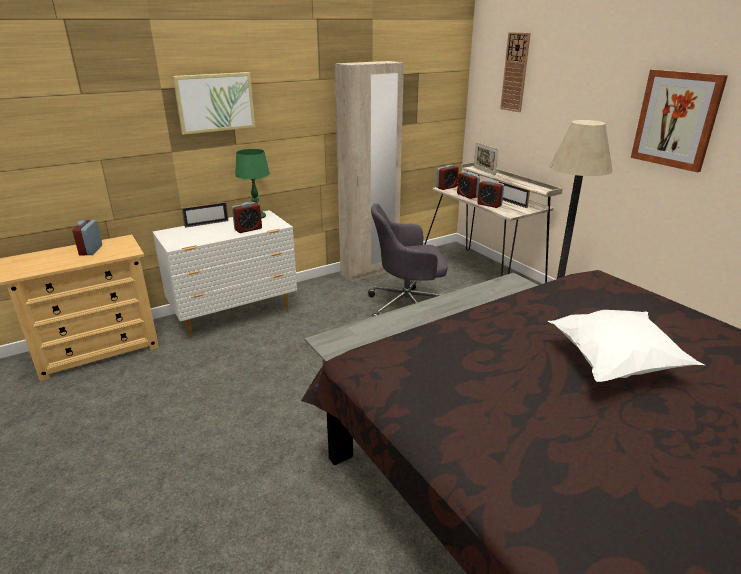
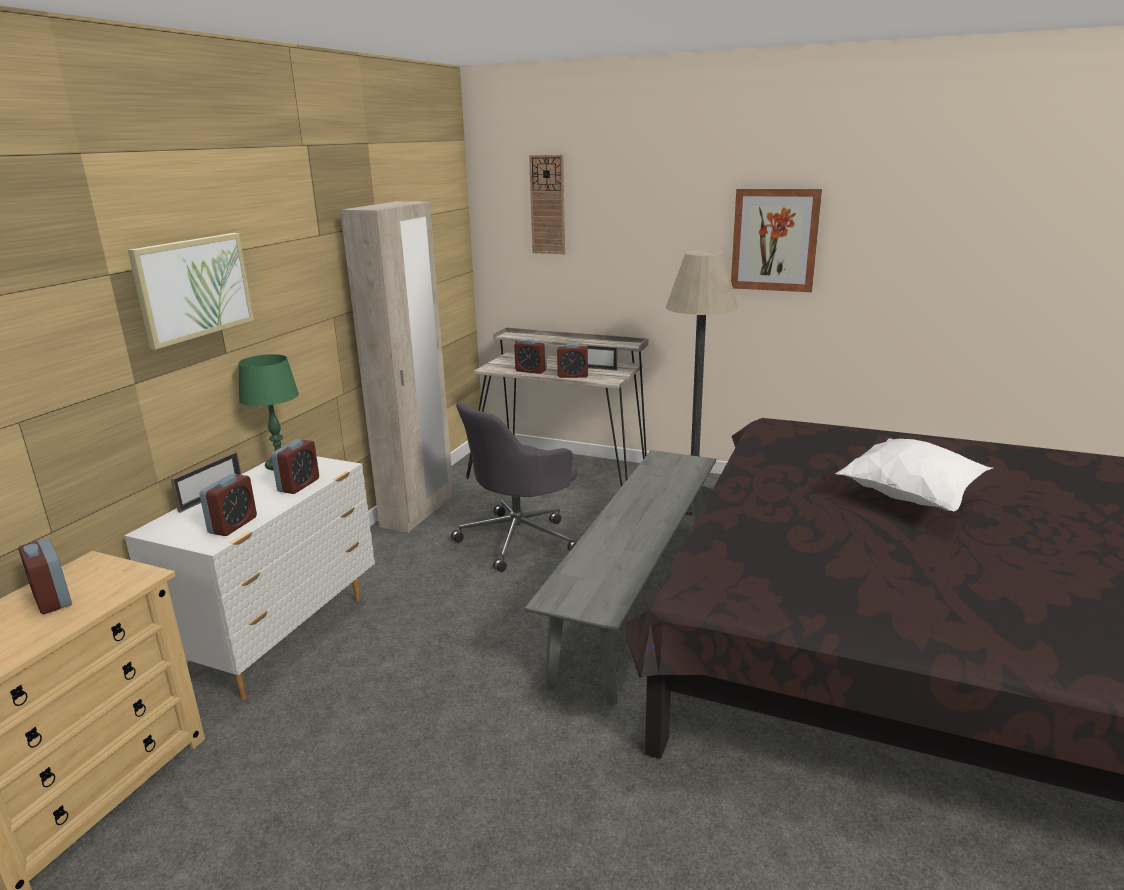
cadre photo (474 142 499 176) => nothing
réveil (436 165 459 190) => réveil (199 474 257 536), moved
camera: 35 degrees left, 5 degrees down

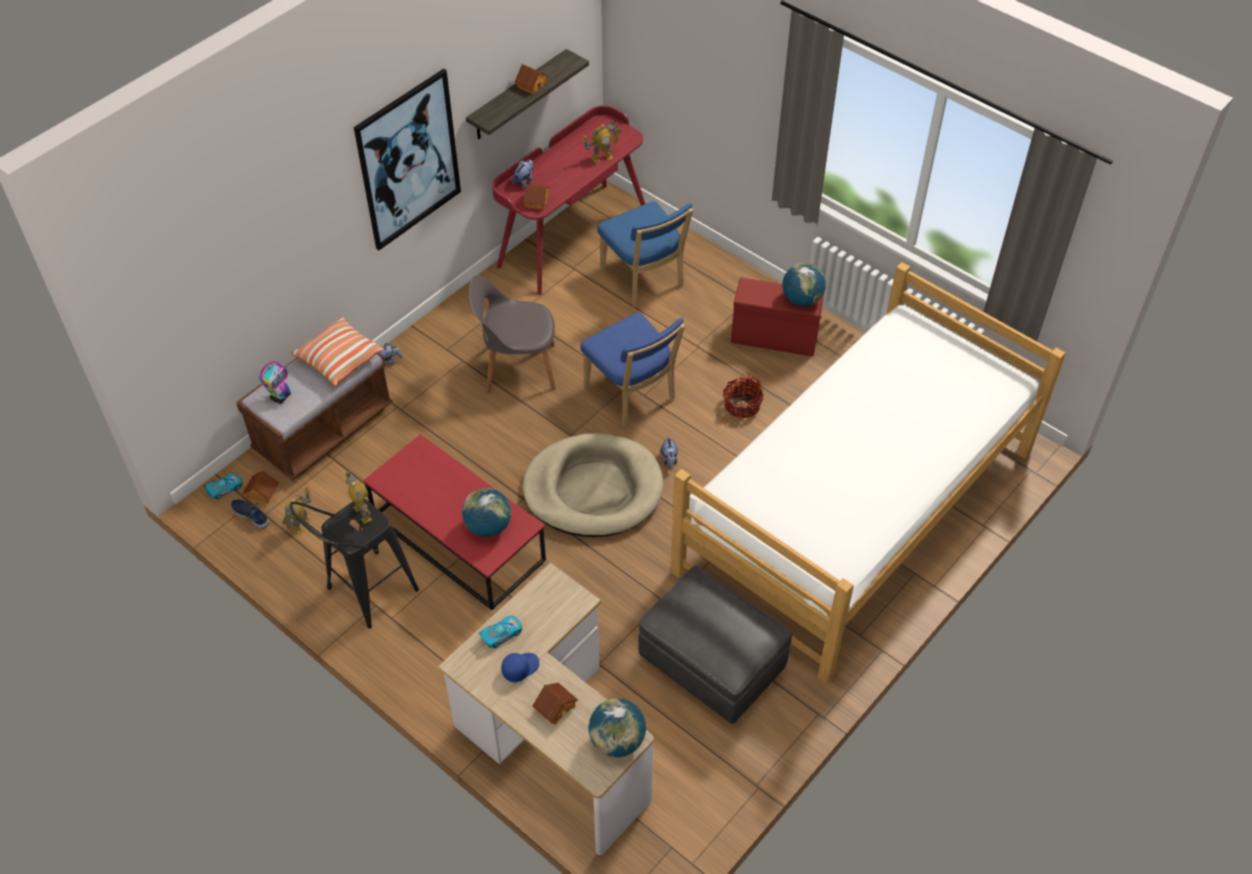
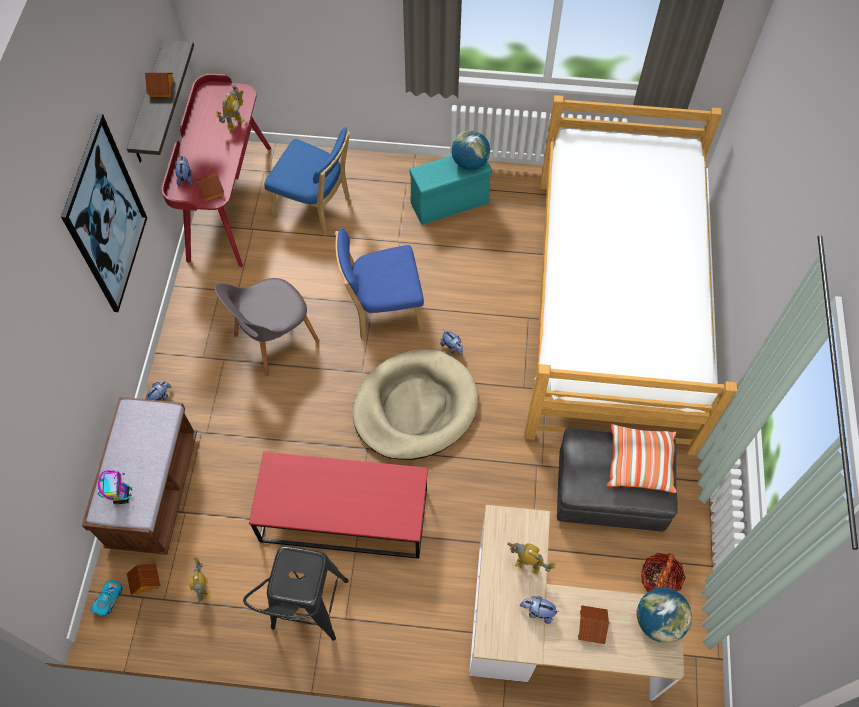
boîte de rangement/rouge (731 277 824 356) => boîte de rangement/turquoise (410 156 492 225)
chaise/bleu (580 312 685 427) => chaise/bleu (335 227 424 340), 150 degrees clockwise
coussin (291 317 384 386) => coussin (607 424 677 493), moved
panier (723 375 764 419) => panier (641 553 686 592), moved
robot jouet (346 471 372 524) => robot jouet (507 542 556 575), moved
globe (462 488 511 537) => nothing
chaussure/bleu (231 499 269 529) => nothing
petite voiture (478 616 522 648) => nothing
casquette/bleu (501 653 539 682) => peluche (520 596 559 624)
camera: 35 degrees left, 10 degrees up

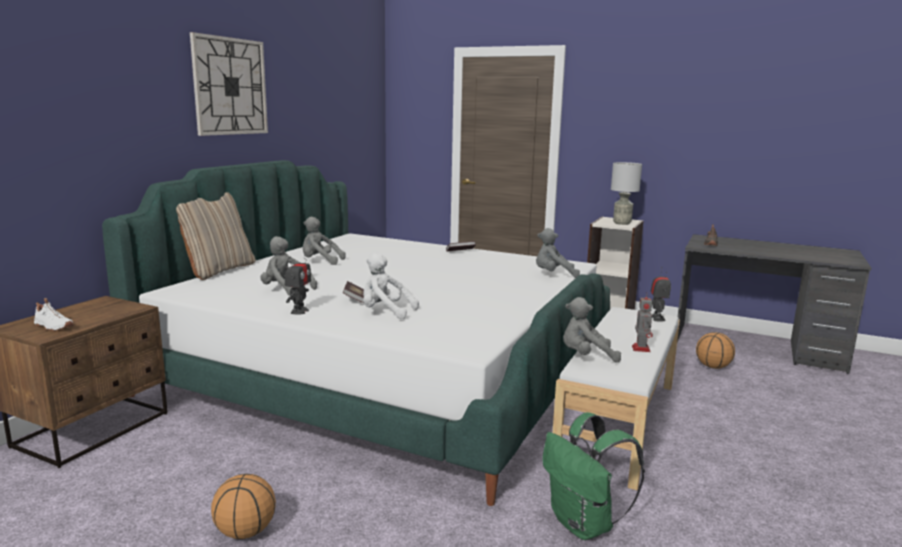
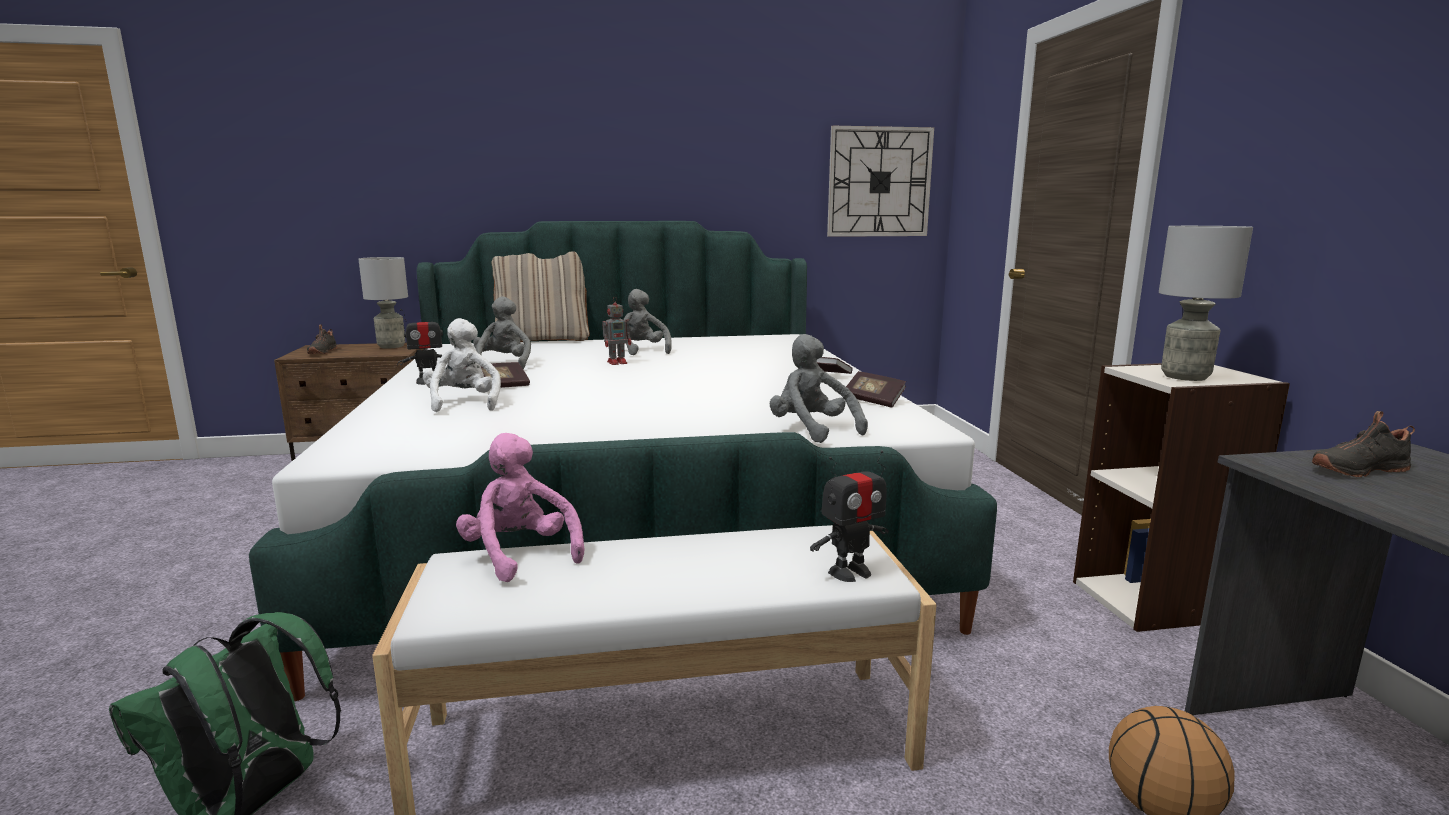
horloge murale (190 32 268 136) => horloge murale (827 126 934 237), moved
robot jouet (632 293 653 352) => robot jouet (602 297 631 365), moved
peluche/gris (563 297 621 363) => peluche/rose (456 433 584 582)
chaussure/blanc (34 298 74 331) => chaussure/noir (307 325 338 354)
ballon de basket (211 474 276 539) => nothing
nothing => lampe de table/gris (359 257 408 349)
nothing => livre (846 371 906 408)
camera: 55 degrees right, 0 degrees up

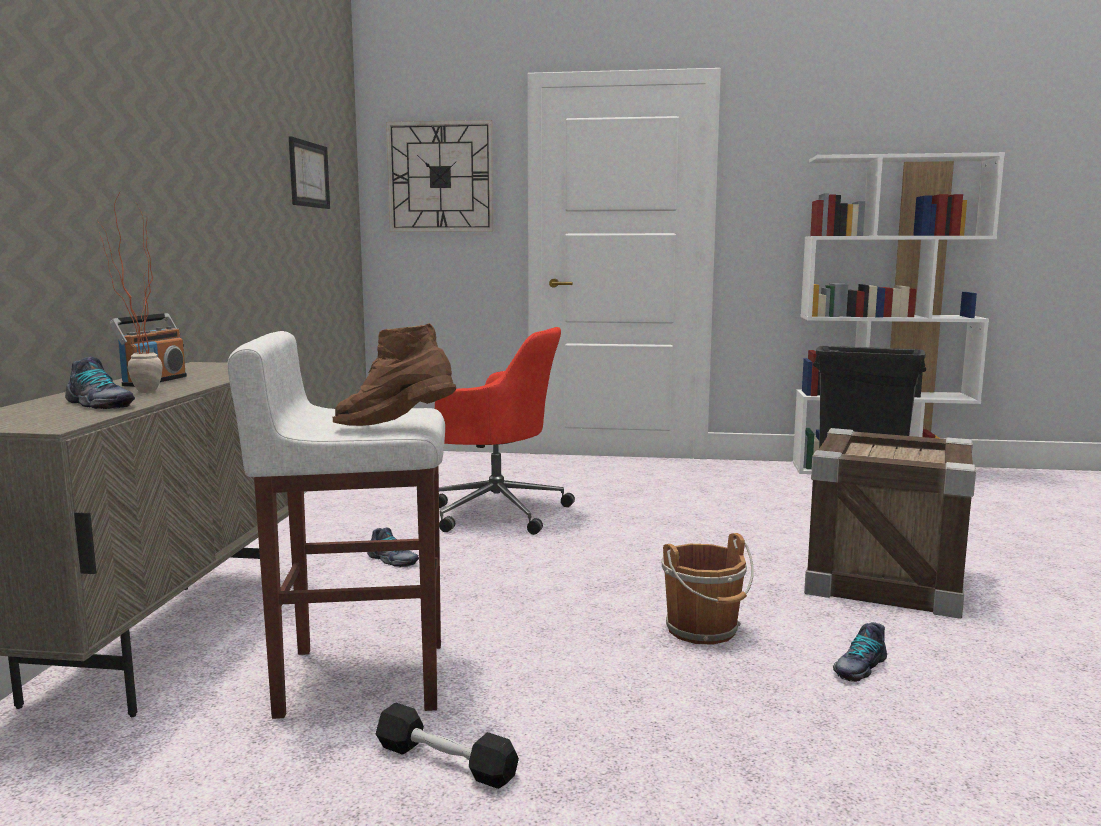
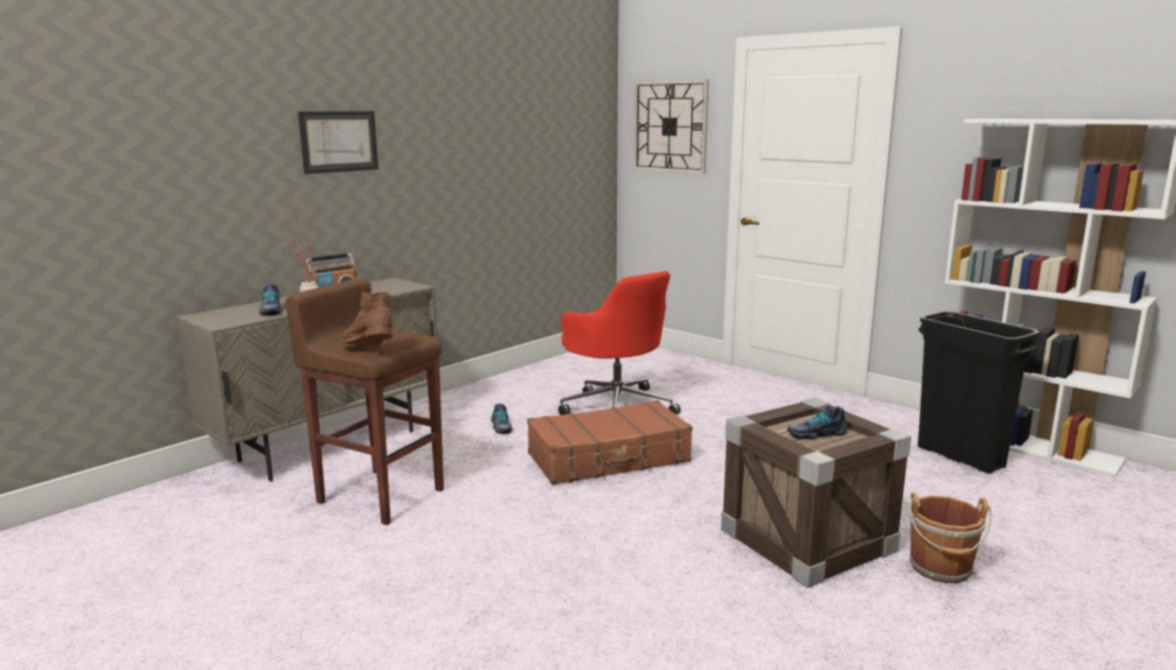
tableau (289 136 330 209) => tableau (298 111 378 174), moved
tabouret/blanc (228 331 445 719) => tabouret/marron (285 278 444 525)
seau/marron (661 533 754 645) => seau/marron (908 493 992 584), moved
chaussure (833 622 887 682) => chaussure (787 405 848 439), moved
haltère/noir (376 703 519 789) => nothing
nothing => valise/marron (527 400 692 485)
camera: 35 degrees right, 5 degrees up

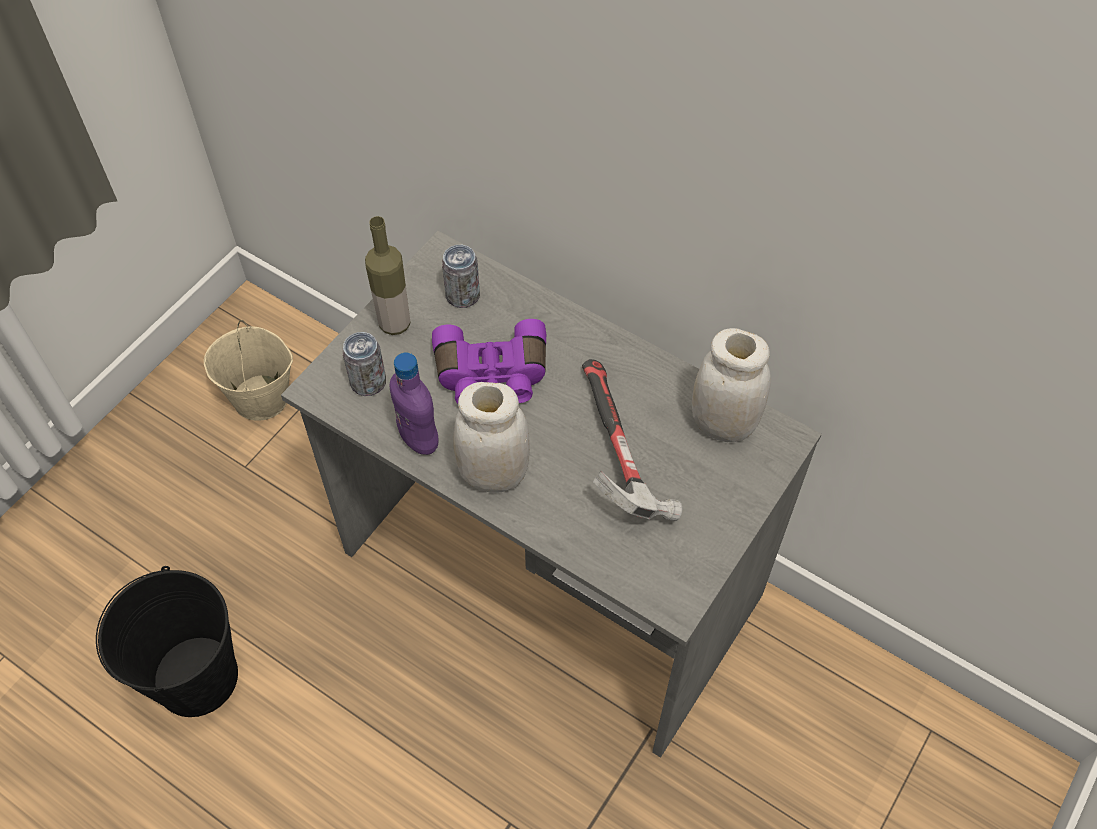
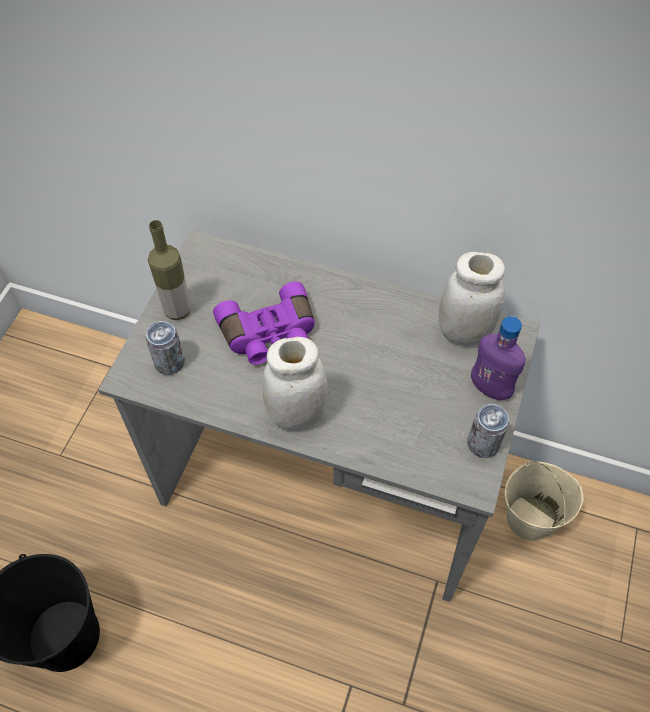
boîte métallique (442 245 480 308) => boîte métallique (467 404 509 458), moved
seau/beige (204 320 293 421) => seau/beige (504 461 584 541), moved
bouteille/violet (390 352 438 455) => bouteille/violet (471 316 526 400), moved
marteau (582 359 682 521) => nothing
camera: 15 degrees left, 0 degrees up

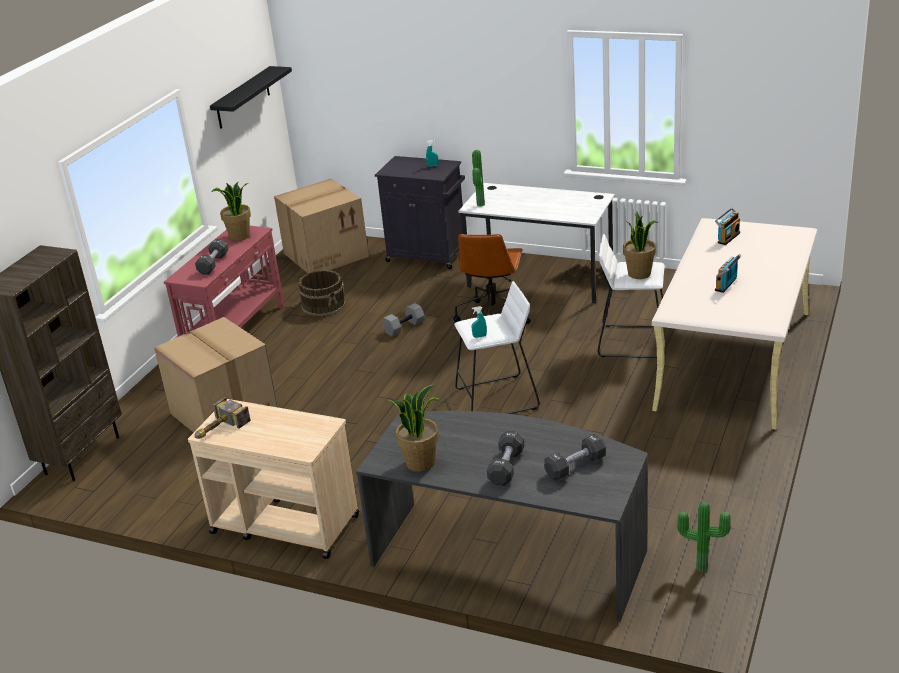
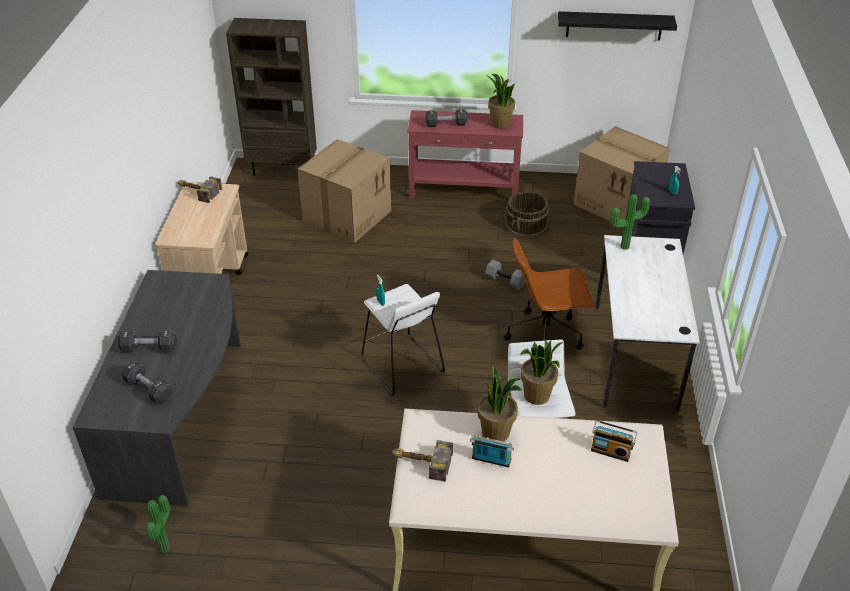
plante en pot (387 384 440 472) => plante en pot (477 365 522 442), moved
nothing => marteau (392 440 453 482)
camera: 70 degrees right, 10 degrees up

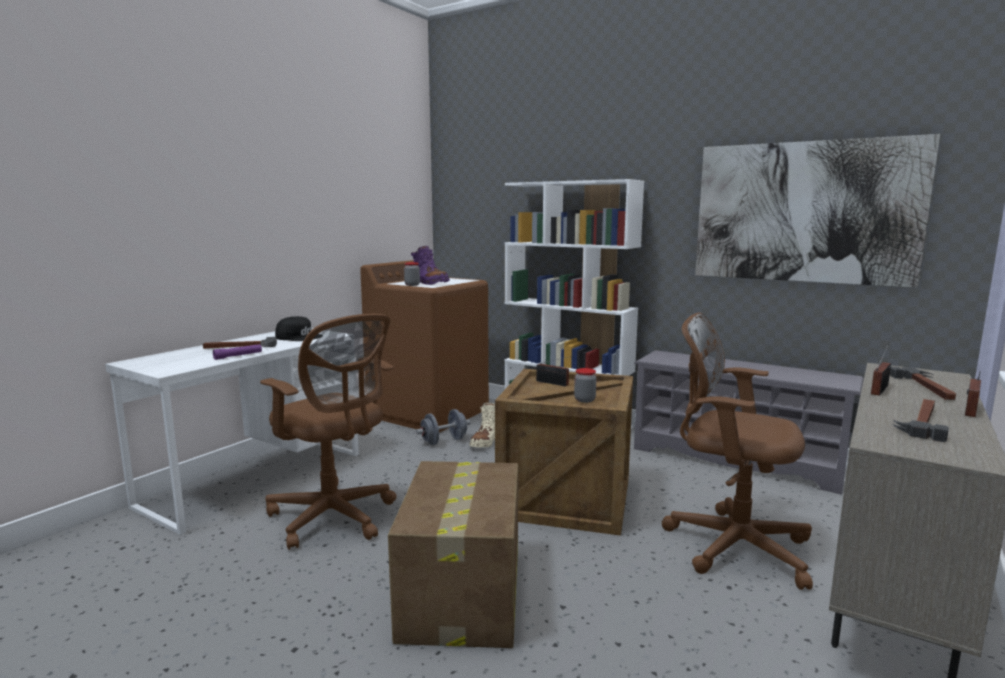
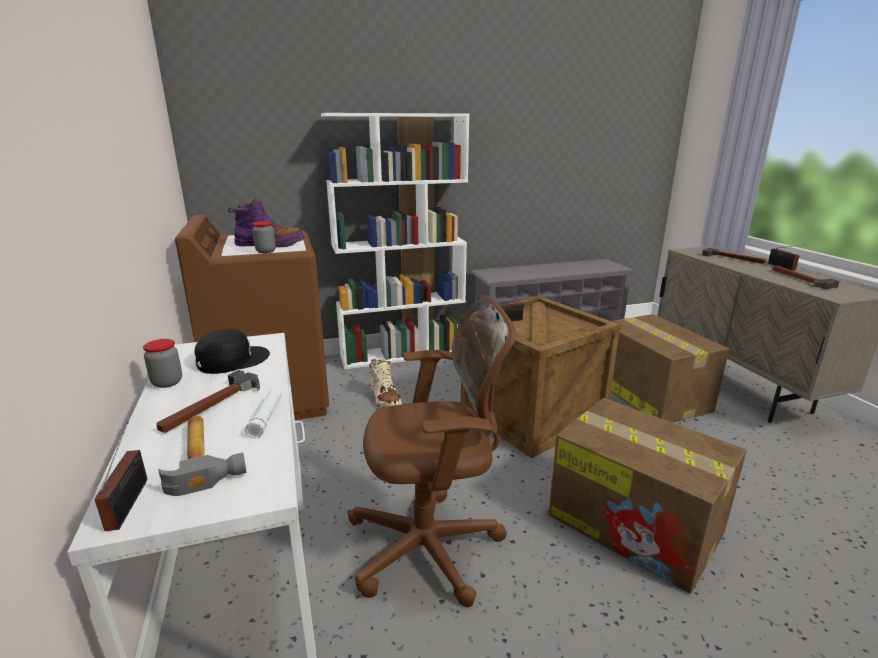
tableau (695 134 940 288) => nothing
chaise de bureau/marron (662 312 813 590) => carton (611 314 729 423)
lampe de poche/violet (213 344 262 360) => lampe de poche/blanc (246 388 282 438)
radio (871 344 891 396) => radio (95 421 147 531), moved
bocal (574 368 597 403) => bocal (143 339 182 388), moved
haltère/gris (416 409 470 445) => nothing
nothing => marteau (158 416 247 496)
camera: 50 degrees left, 10 degrees up

